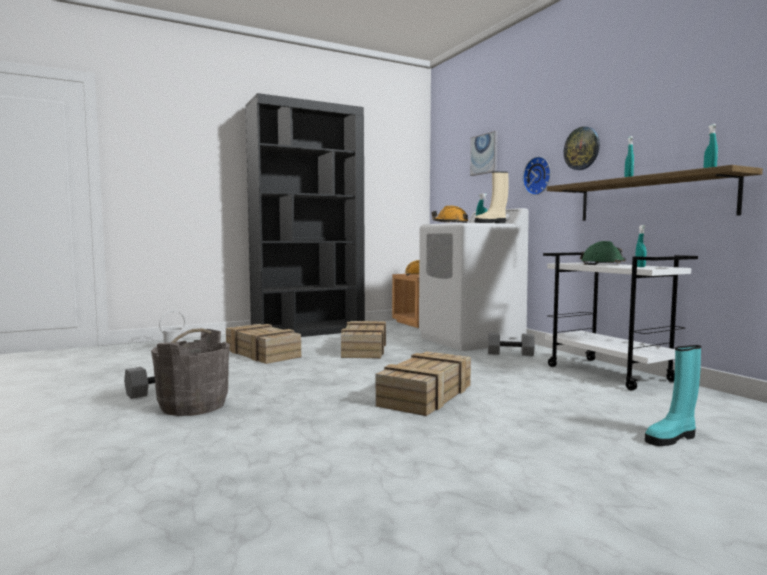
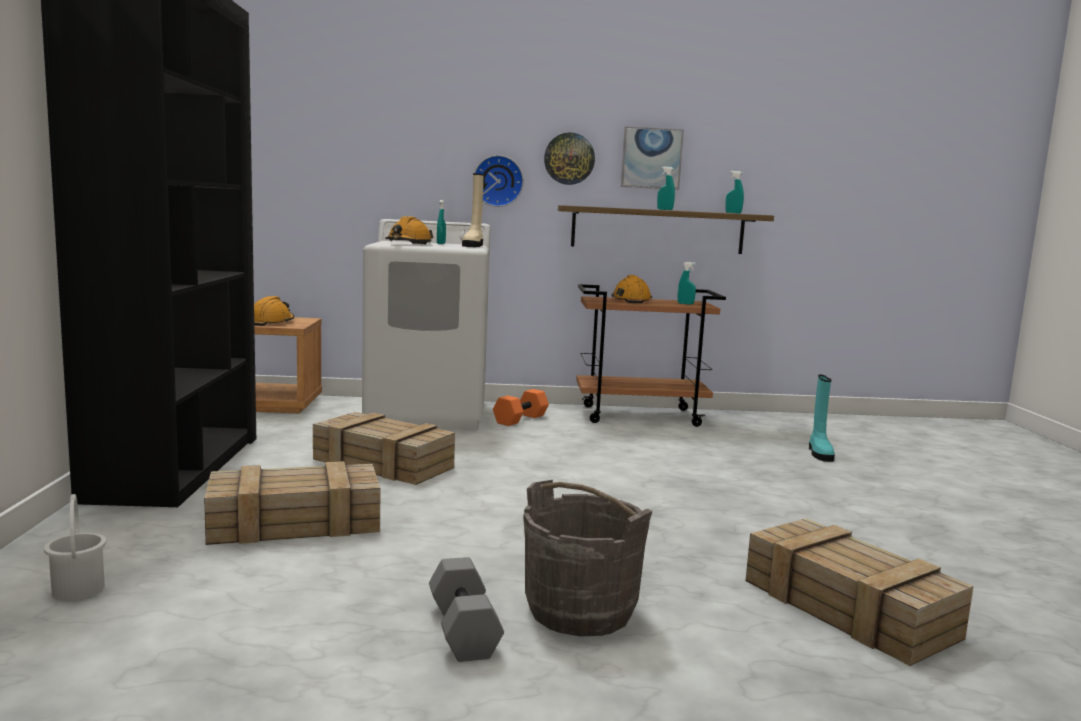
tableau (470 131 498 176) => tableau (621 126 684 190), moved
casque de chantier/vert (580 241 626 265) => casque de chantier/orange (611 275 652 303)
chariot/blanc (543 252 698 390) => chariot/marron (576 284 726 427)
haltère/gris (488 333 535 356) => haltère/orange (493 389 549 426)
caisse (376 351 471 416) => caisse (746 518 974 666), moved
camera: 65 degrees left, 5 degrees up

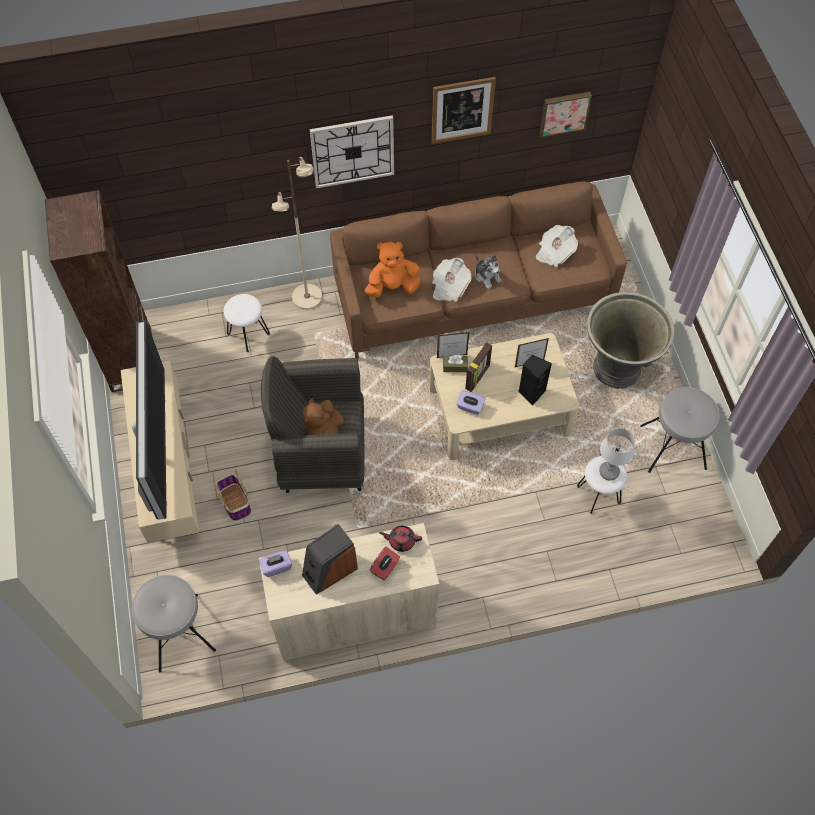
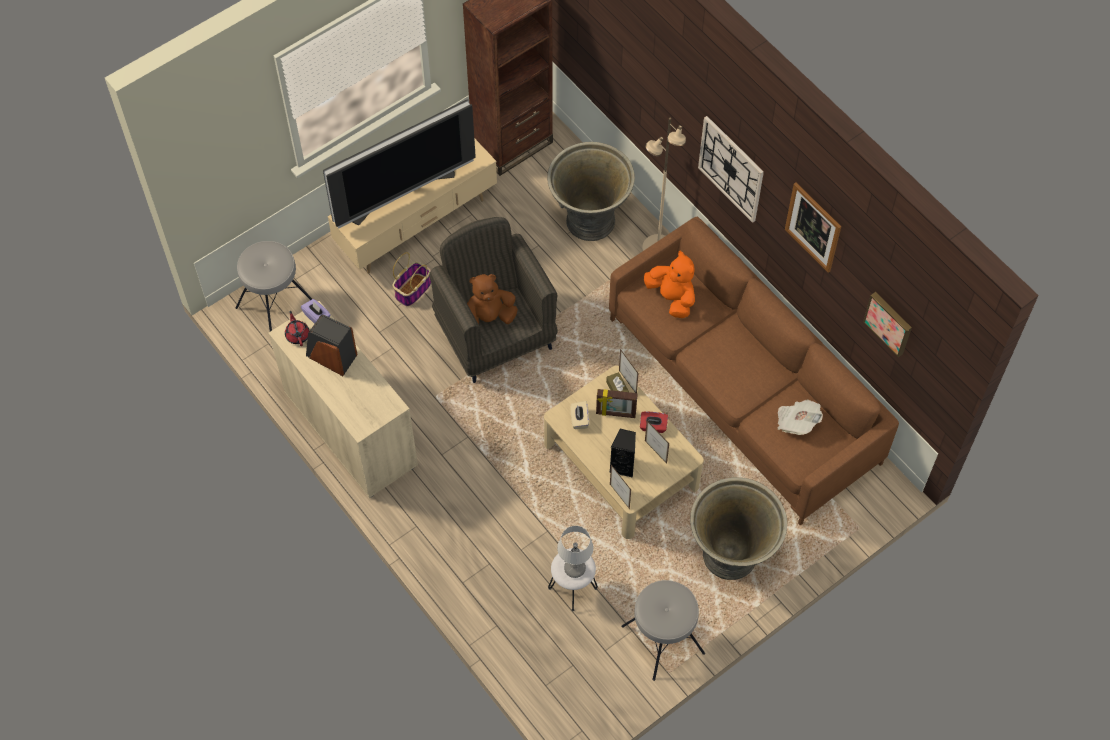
peluche (475 254 502 289) => nothing
journal (432 258 472 302) => nothing
tabouret/blanc (224 294 270 352) => cache-pot/gris (547 142 635 241)
boîte à mouchoirs/violet (456 390 485 415) => boîte à mouchoirs/beige (571 401 589 429)
théière/rouge (379 526 422 552) => théière/rouge (285 311 310 346), moved
boîte à mouchoirs/rouge (370 547 400 580) => boîte à mouchoirs/rouge (640 411 668 433), moved
nothing => cadre photo (610 465 631 509)
camera: 65 degrees right, 0 degrees up

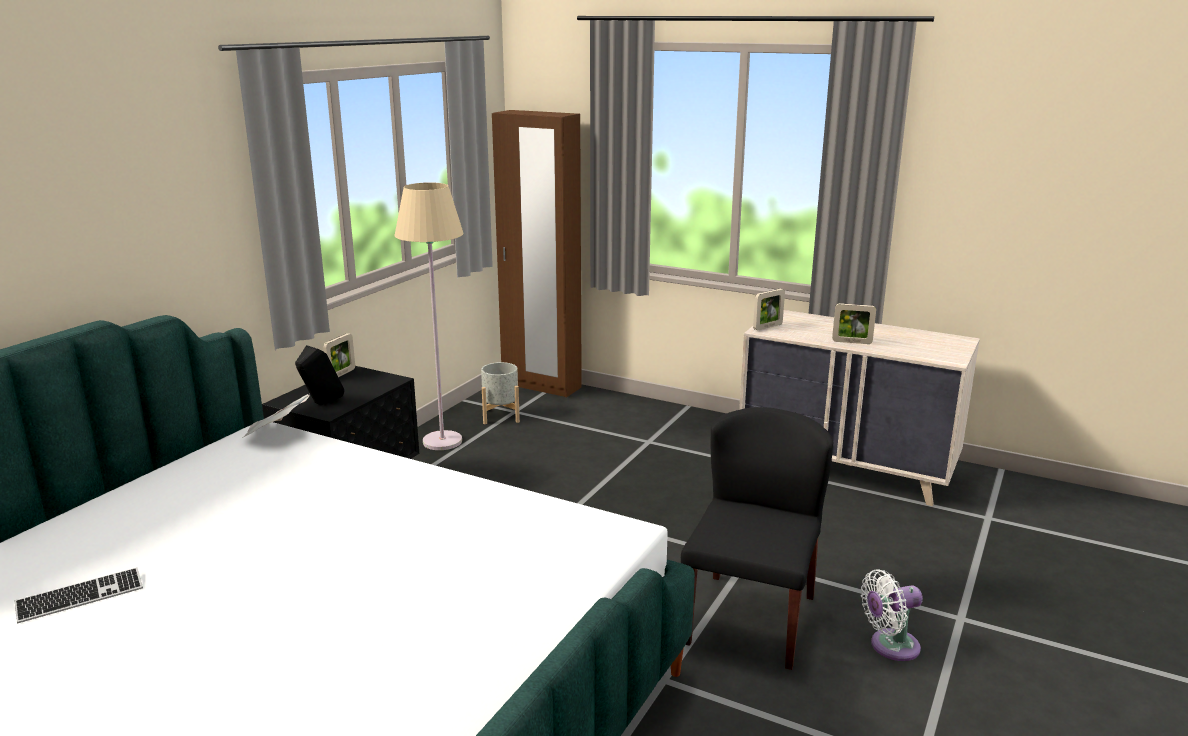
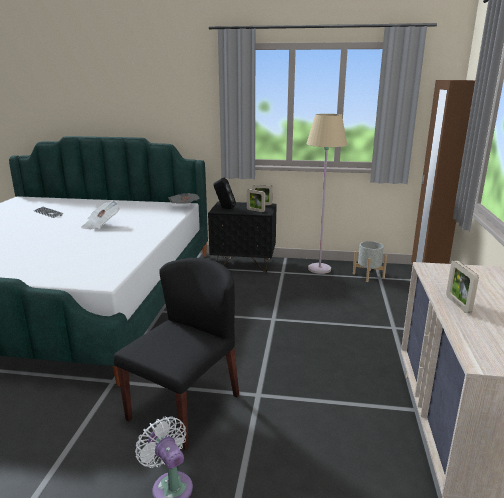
cadre photo (753 289 785 330) => cadre photo (247 189 265 212), moved
chaise/noir (681 407 833 670) => chaise/noir (113 258 239 450), 60 degrees counterclockwise
nothing => journal (81 201 119 229)
camera: 70 degrees right, 0 degrees up

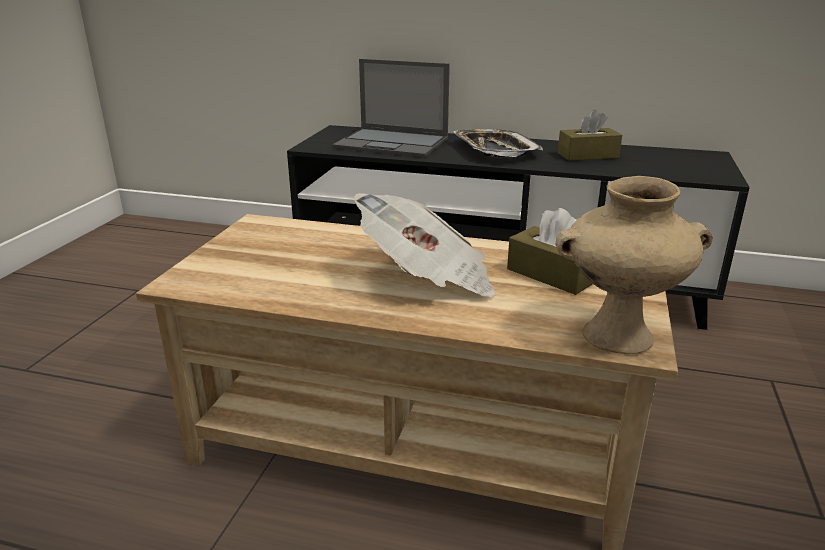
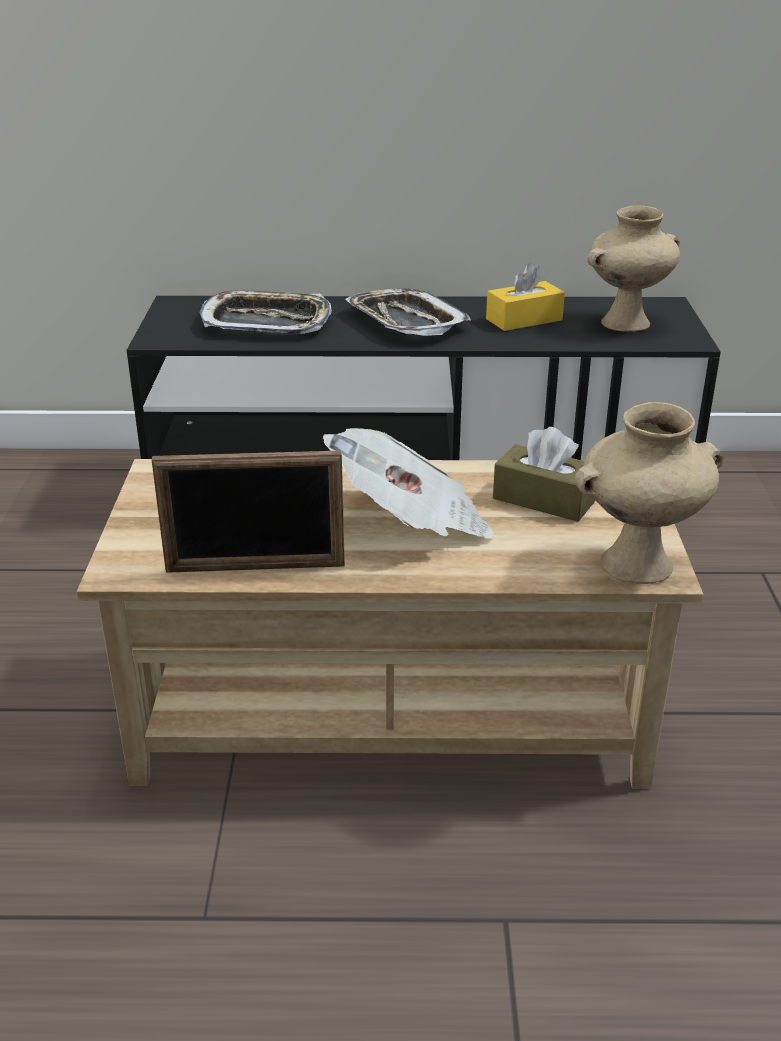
ordinateur portable (332 59 450 157) => plateau (199 290 332 334)
boîte à mouchoirs/marron (558 110 622 161) => boîte à mouchoirs/jaune (486 263 565 331)
nothing => vase/beige (587 206 680 332)
nothing => cadre photo (152 450 345 573)
camera: 15 degrees left, 5 degrees up

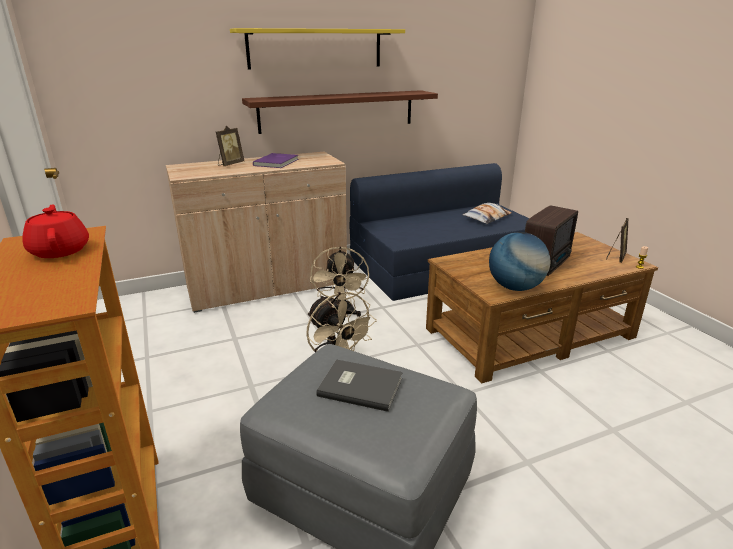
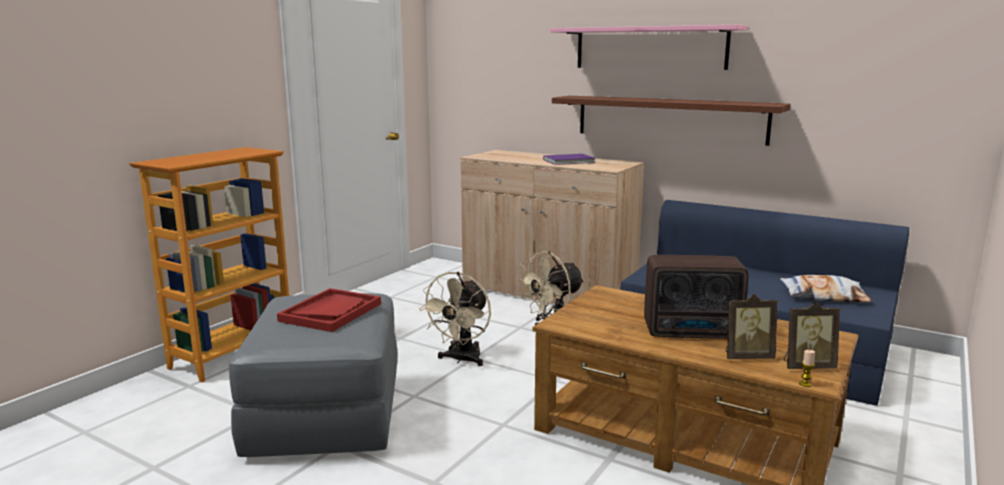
étagère/jaune (230 28 405 69) => étagère/rose (550 25 748 70)
cadre photo (216 126 244 166) => cadre photo (725 294 778 359), moved
théière/rouge (22 204 89 258) => nothing
globe (489 232 551 291) => nothing
livre/gris (316 359 403 412) => plateau/rouge (277 288 381 332)
camera: 55 degrees right, 10 degrees down

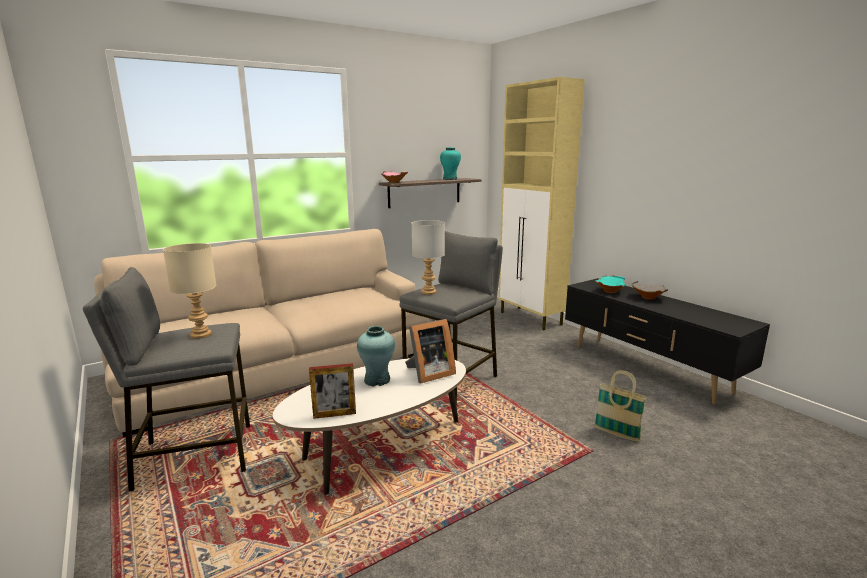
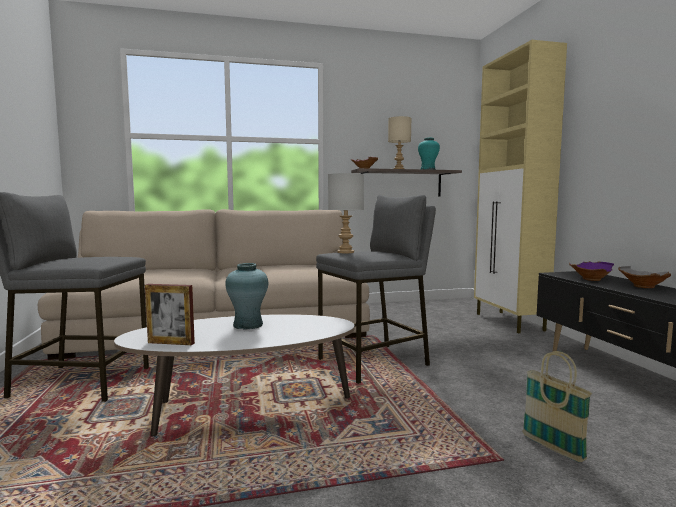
lampe de table/beige (163 243 217 339) => lampe de table/beige (388 116 411 169), moved
bol/turquoise (594 275 626 293) => bol/violet (569 261 614 281)
cadre photo (405 319 456 383) => nothing
camera: 20 degrees right, 10 degrees down

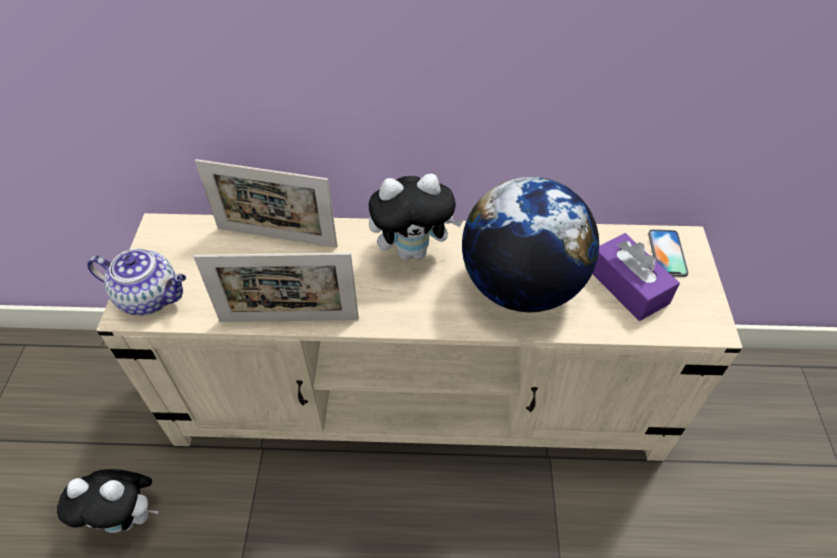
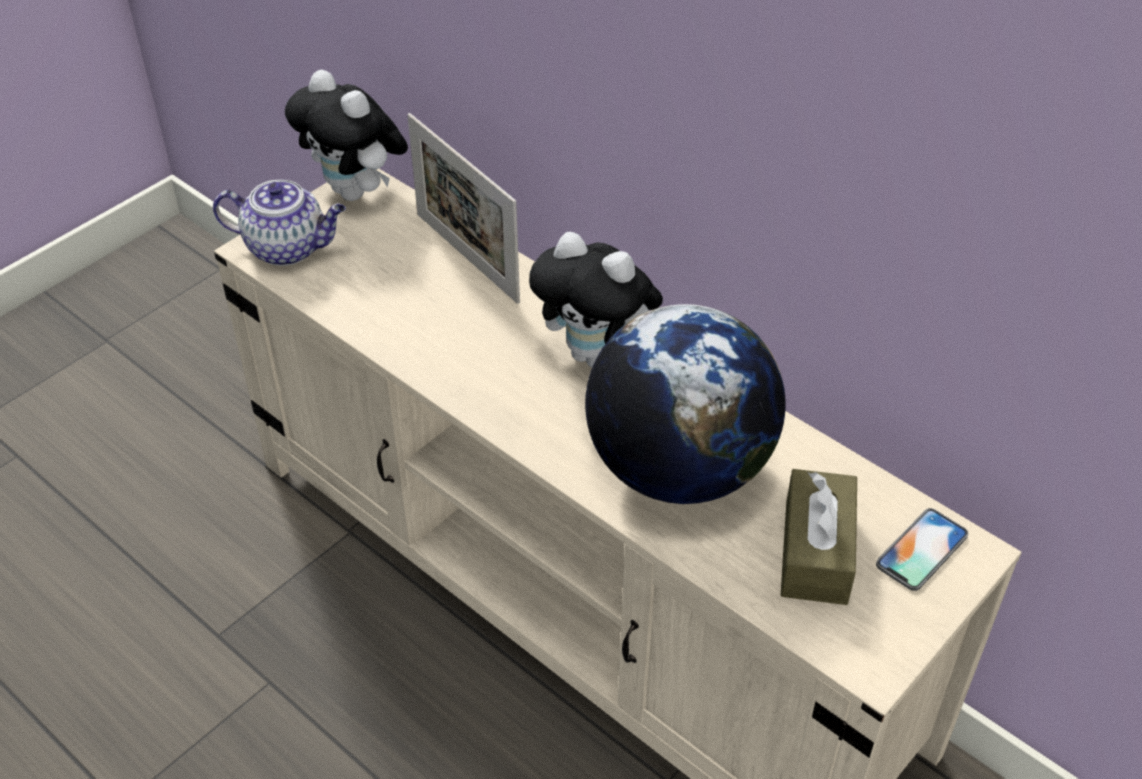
boîte à mouchoirs/violet (593 233 680 321) => boîte à mouchoirs/marron (780 469 857 605)
théière (87 248 186 315) => théière (213 179 346 266), 45 degrees counterclockwise
cadre photo (193 252 359 322) => nothing
peluche (57 469 158 533) => peluche (285 70 408 201), moved
camera: 40 degrees right, 5 degrees down

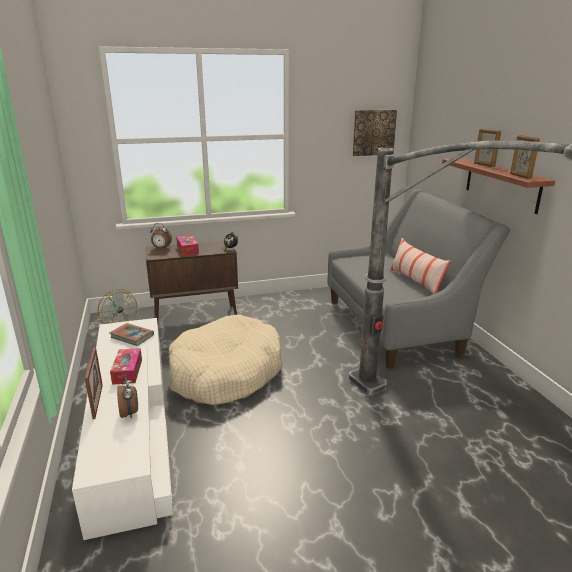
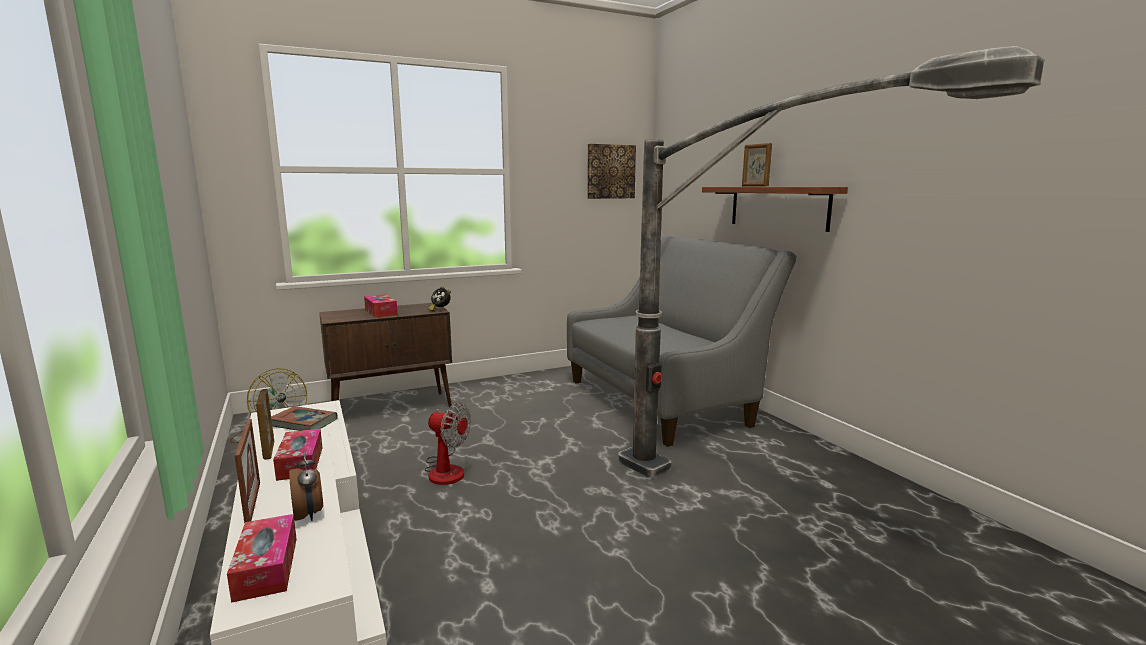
cadre photo (510 135 540 179) => cadre photo (256 389 274 460), moved
réveil (150 223 172 249) => nothing
coussin (389 238 451 294) => nothing
panier pour chien/beige (169 314 282 405) => ventilateur (424 403 471 485)
nothing => boîte à mouchoirs (227 514 297 603)
camera: 10 degrees left, 10 degrees down

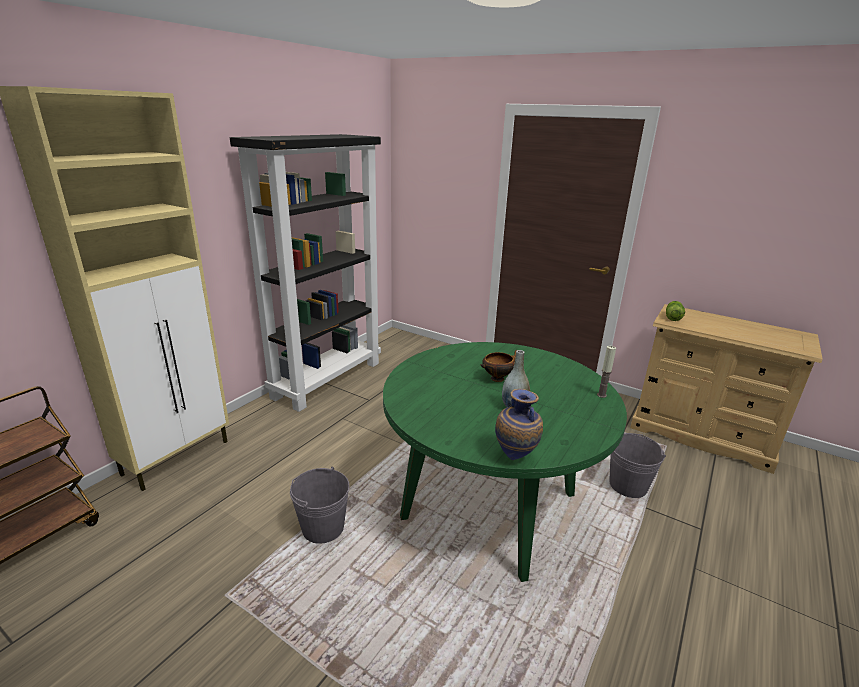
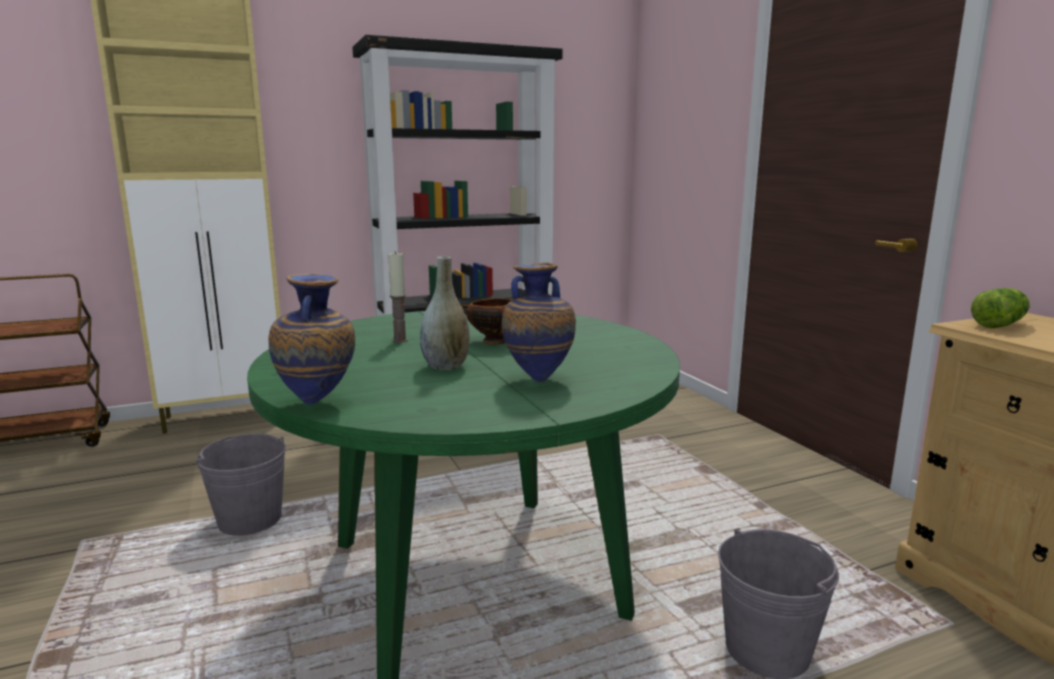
bougie (597 346 616 398) => bougie (388 251 408 343), moved
nothing => vase (502 263 576 383)
camera: 35 degrees right, 10 degrees down

